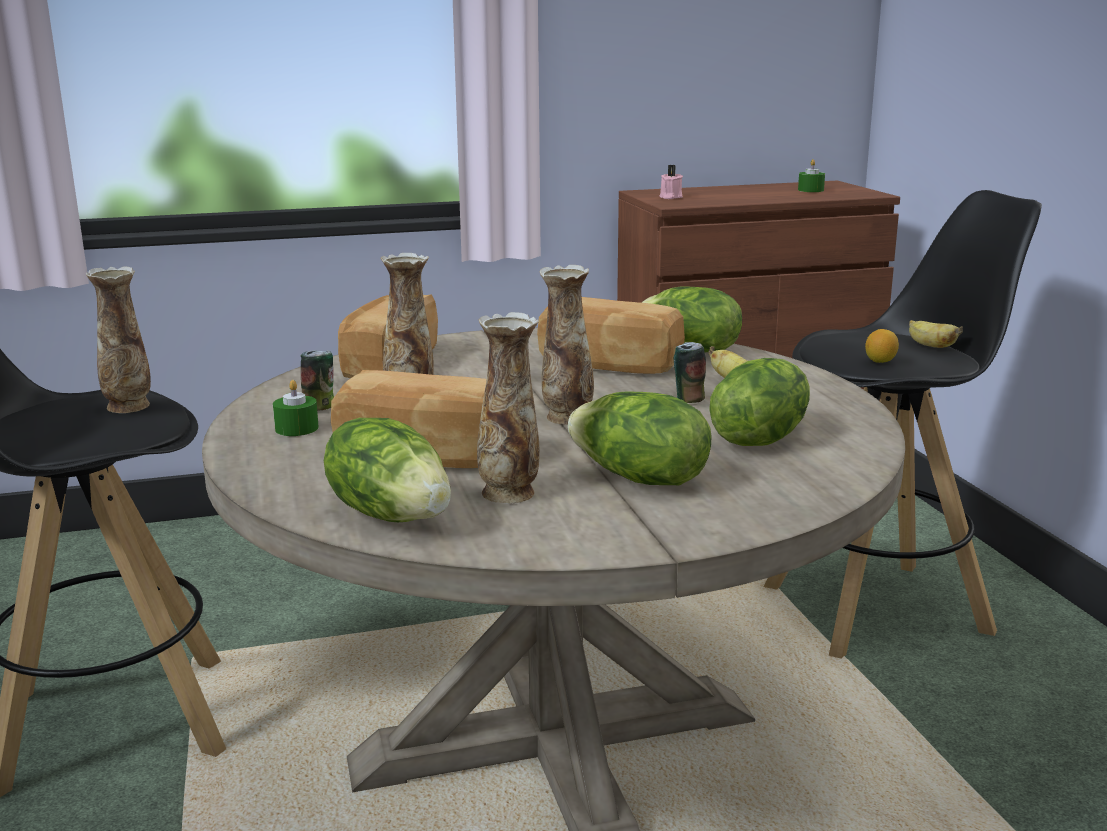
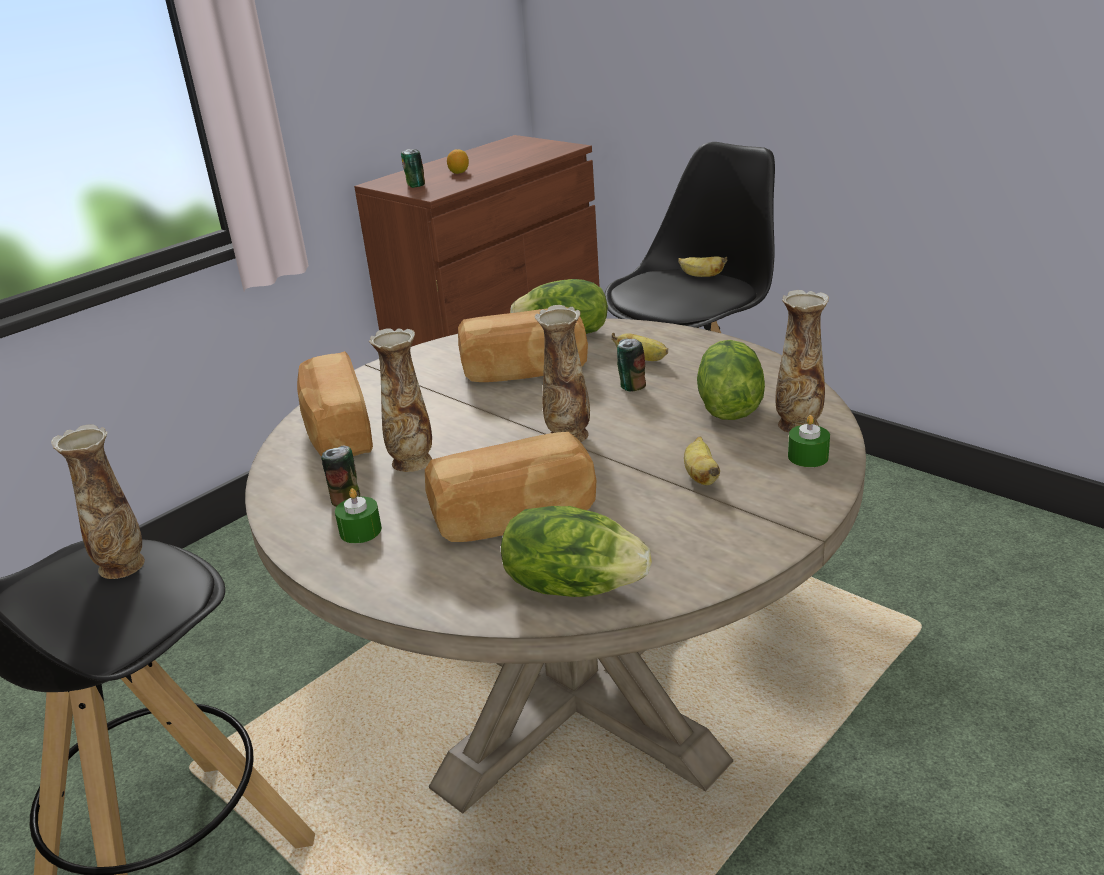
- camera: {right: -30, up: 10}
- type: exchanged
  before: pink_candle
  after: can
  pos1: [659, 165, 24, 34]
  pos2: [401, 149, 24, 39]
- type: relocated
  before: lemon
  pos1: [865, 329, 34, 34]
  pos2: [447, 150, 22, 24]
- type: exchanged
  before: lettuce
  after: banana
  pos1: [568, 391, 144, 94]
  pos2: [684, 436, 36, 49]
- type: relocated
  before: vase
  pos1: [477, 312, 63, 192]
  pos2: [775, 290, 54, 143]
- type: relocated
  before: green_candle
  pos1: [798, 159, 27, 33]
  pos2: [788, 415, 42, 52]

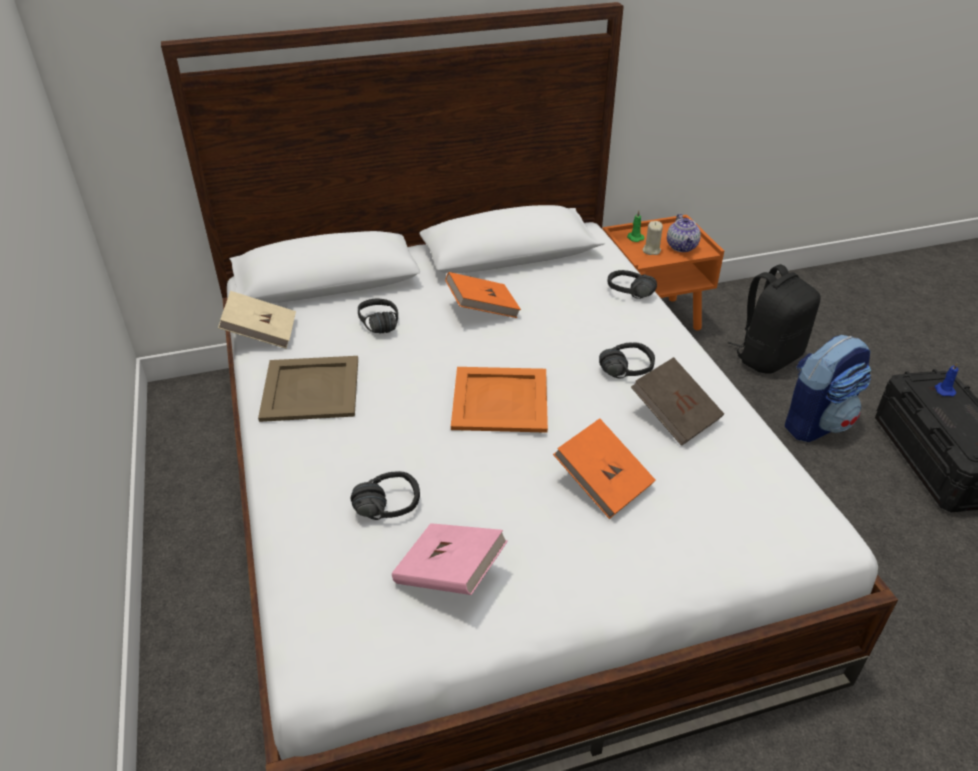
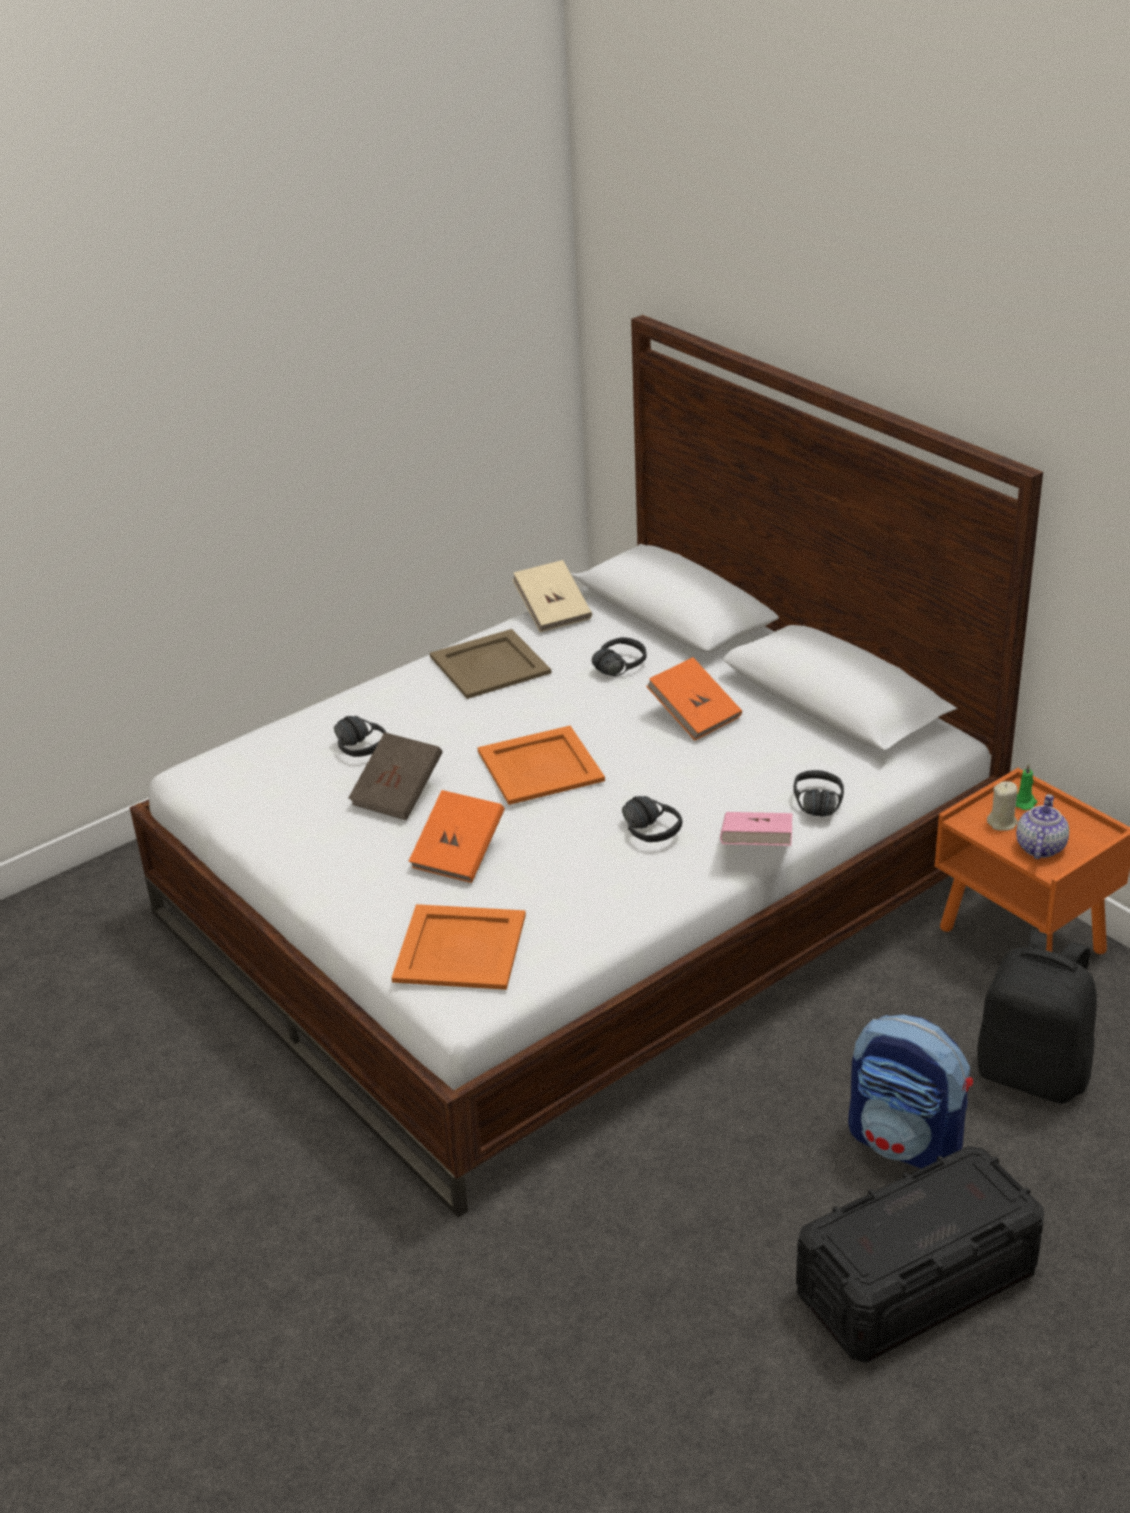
- camera: {right: 70, up: -5}
- type: relocated
  before: brown_book
  pos1: [631, 357, 93, 89]
  pos2: [348, 732, 94, 88]
- type: appeared
  after: orange_tray
  pos2: [391, 904, 135, 86]
- type: relocated
  before: pink_book
  pos1: [392, 523, 116, 72]
  pos2: [720, 812, 73, 34]
- type: spun
  before: teapot
  pos1: [667, 214, 34, 38]
  pos2: [1016, 794, 53, 65]
  turn: 135
- type: missing
  before: blue_candle
  pos1: [935, 362, 23, 34]

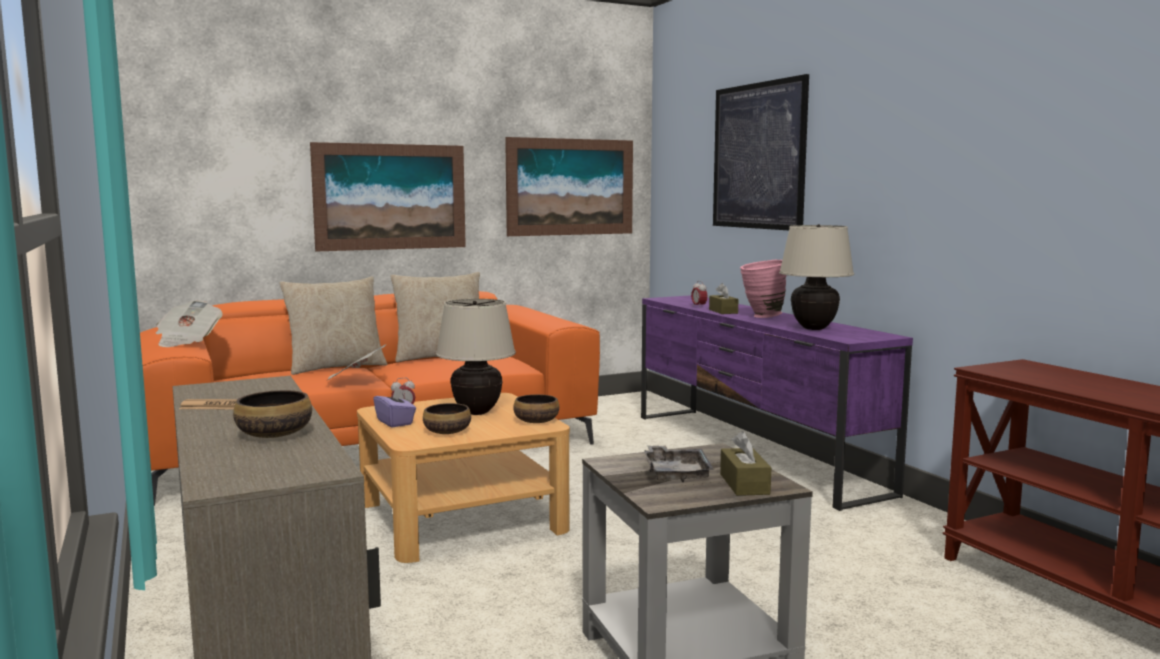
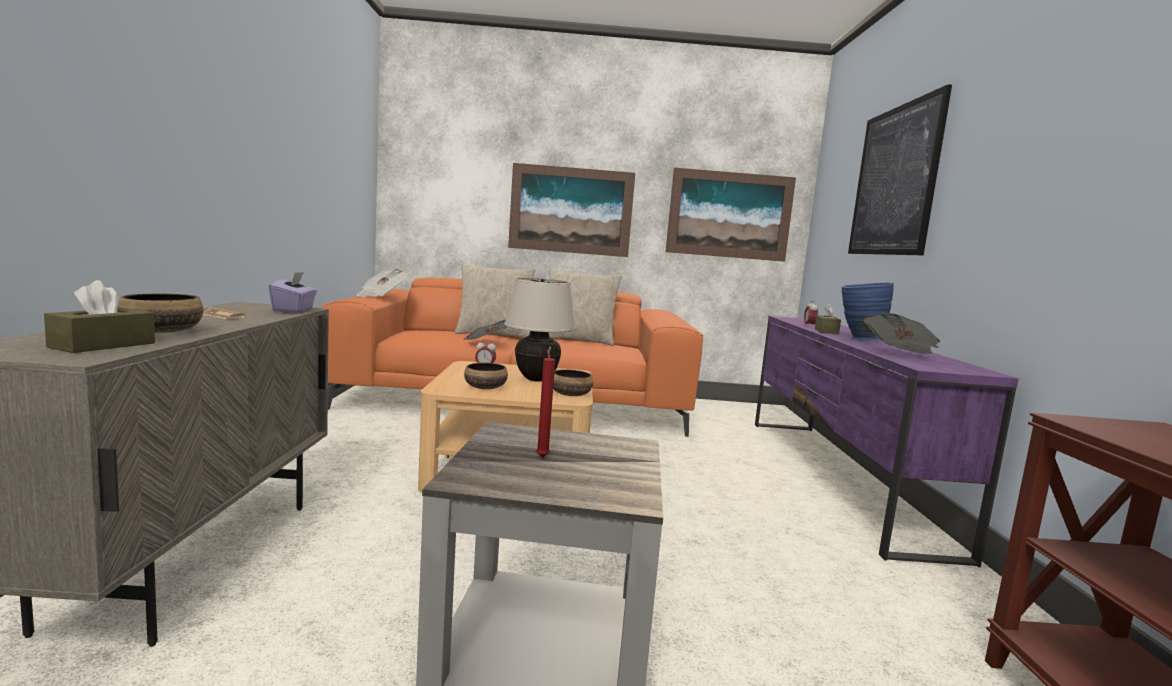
- camera: {right: 25, up: 0}
- type: relocated
  before: brown_tissue_box
  pos1: [720, 431, 51, 65]
  pos2: [44, 280, 111, 73]
- type: relocated
  before: purple_tissue_box
  pos1: [373, 387, 43, 40]
  pos2: [268, 272, 49, 41]
- type: exchanged
  before: grey_tray
  after: red_candle
  pos1: [644, 445, 70, 37]
  pos2: [536, 346, 19, 112]
- type: colour
  before: pink_vase
  after: blue_vase
  pos1: [740, 260, 46, 58]
  pos2: [841, 283, 53, 57]
- type: exchanged
  before: beige_table_lamp
  after: newspaper
  pos1: [779, 224, 75, 106]
  pos2: [863, 313, 77, 41]

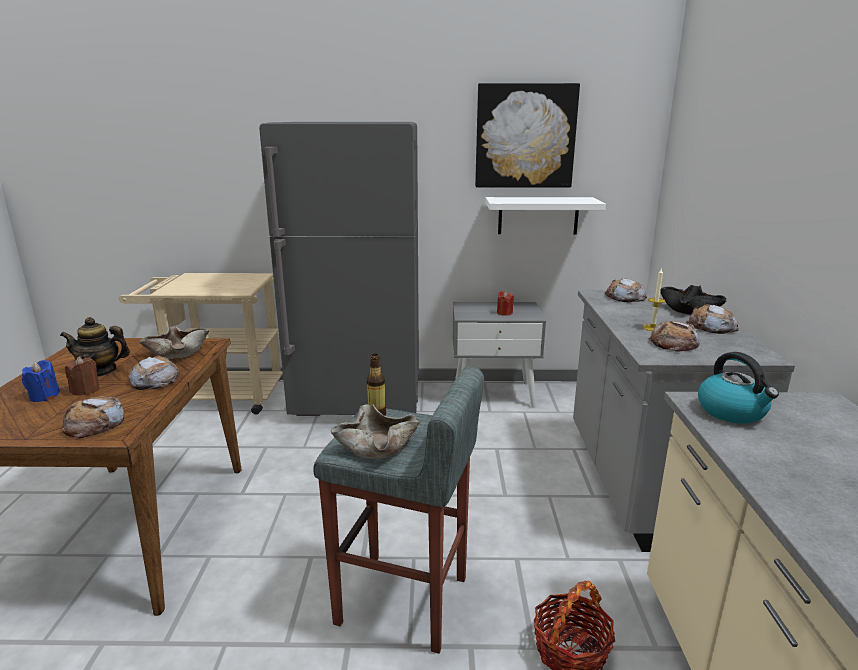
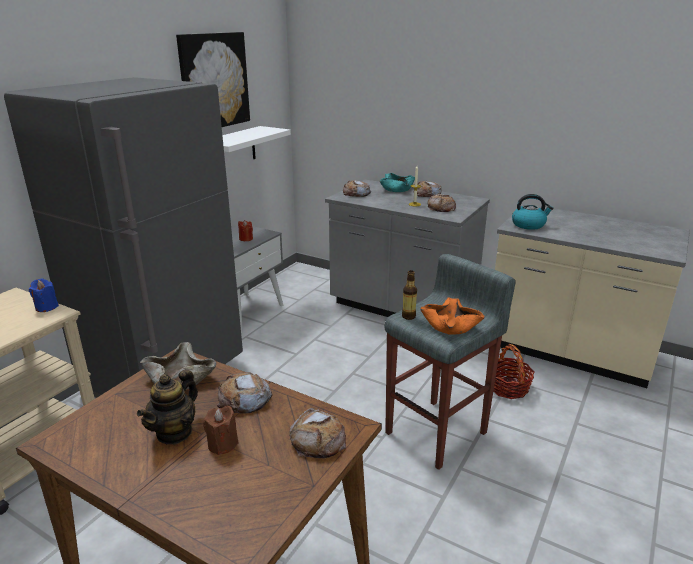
- camera: {right: -60, up: 5}
- type: relocated
  before: blue_candle
  pos1: [22, 360, 38, 42]
  pos2: [29, 279, 30, 33]
- type: colour
  before: black_bowl
  after: turquoise_bowl
  pos1: [660, 285, 67, 29]
  pos2: [380, 173, 35, 19]
- type: colour
  before: beige_bowl
  after: orange_bowl
  pos1: [331, 404, 89, 55]
  pos2: [420, 297, 65, 38]

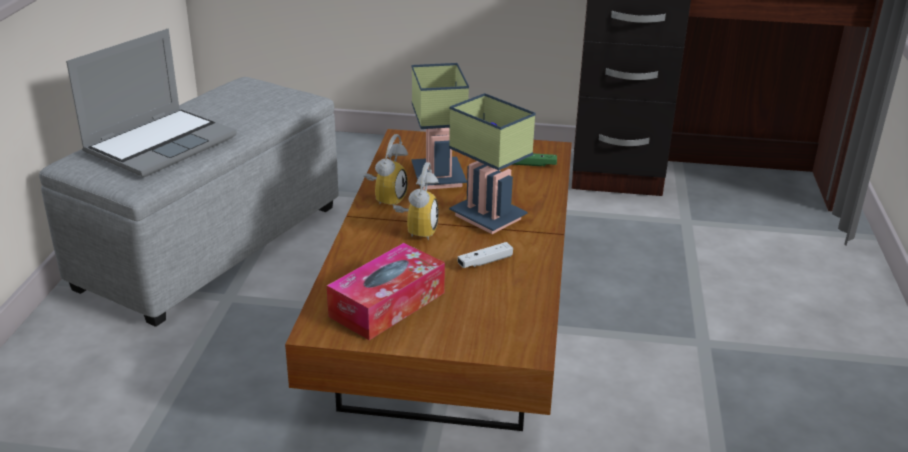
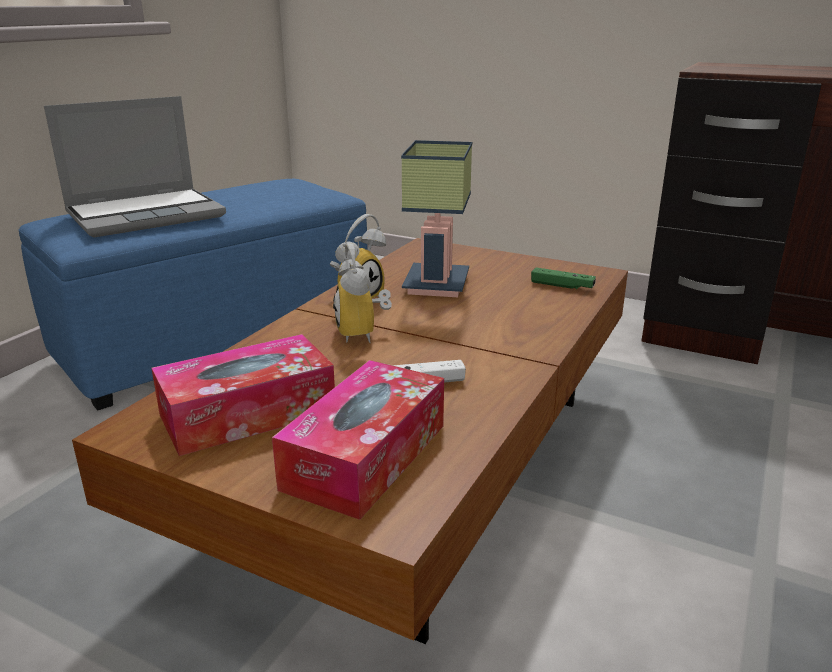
- camera: {right: 20, up: -5}
- type: colour
  before: grey_ottoman
  after: blue_ottoman
  pos1: [39, 77, 300, 250]
  pos2: [19, 179, 349, 231]
- type: appeared
  after: tissue_box
  pos2: [272, 360, 172, 160]
- type: spun
  before: alarm_clock
  pos1: [393, 162, 46, 79]
  pos2: [333, 243, 59, 100]
  turn: 135
- type: missing
  before: table_lamp
  pos1: [449, 93, 87, 141]

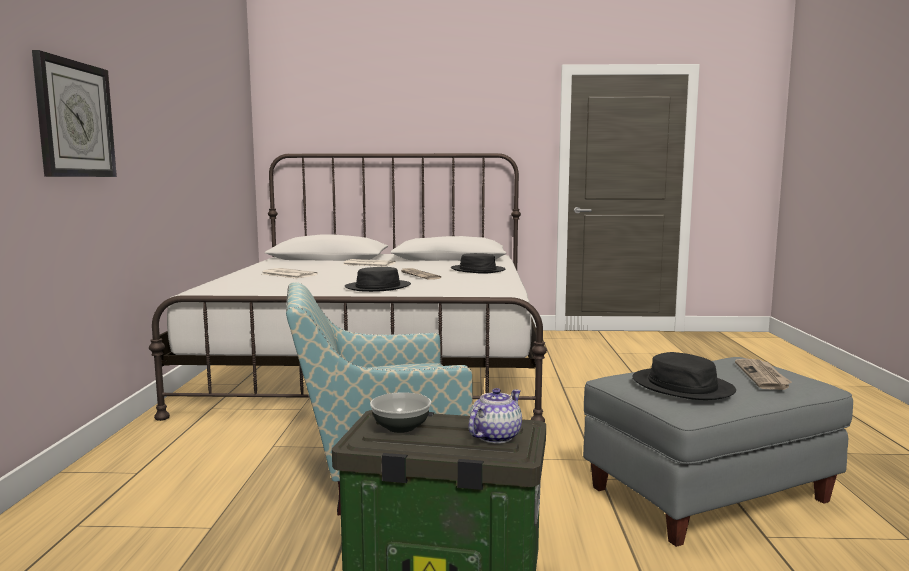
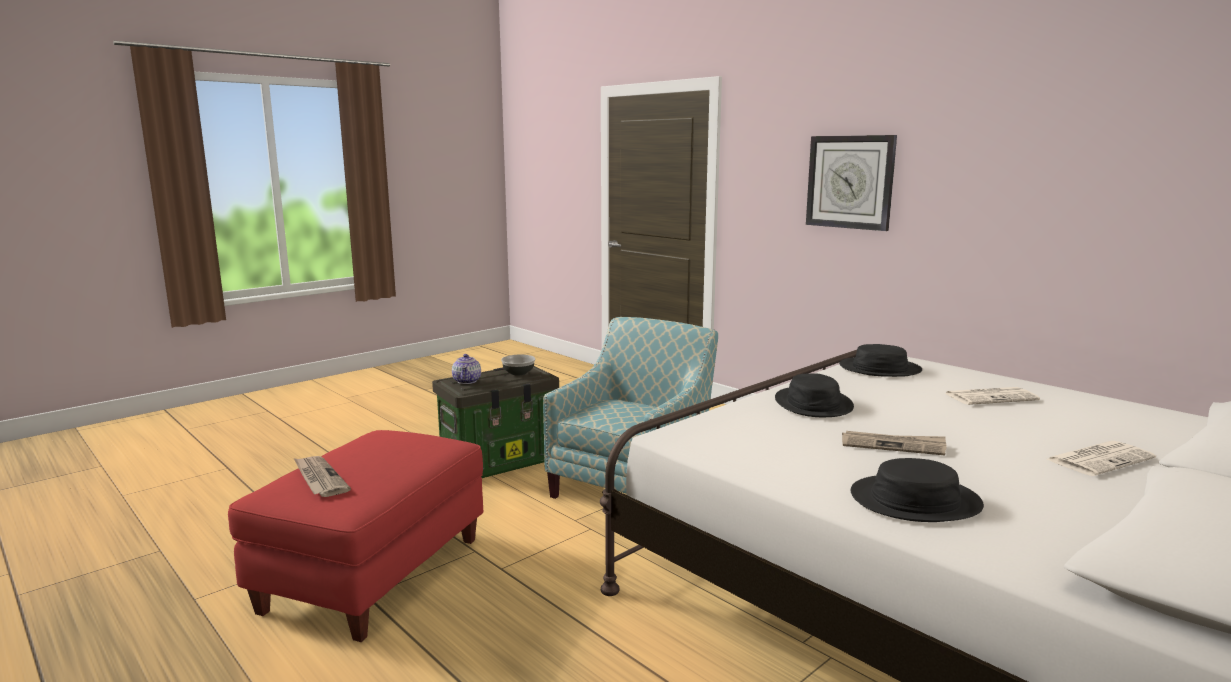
- camera: {right: 135, up: 5}
- type: colour
  before: grey_ottoman
  after: red_ottoman
  pos1: [583, 357, 270, 190]
  pos2: [228, 430, 255, 212]
- type: relocated
  before: black_hat
  pos1: [632, 352, 104, 48]
  pos2: [839, 344, 83, 33]

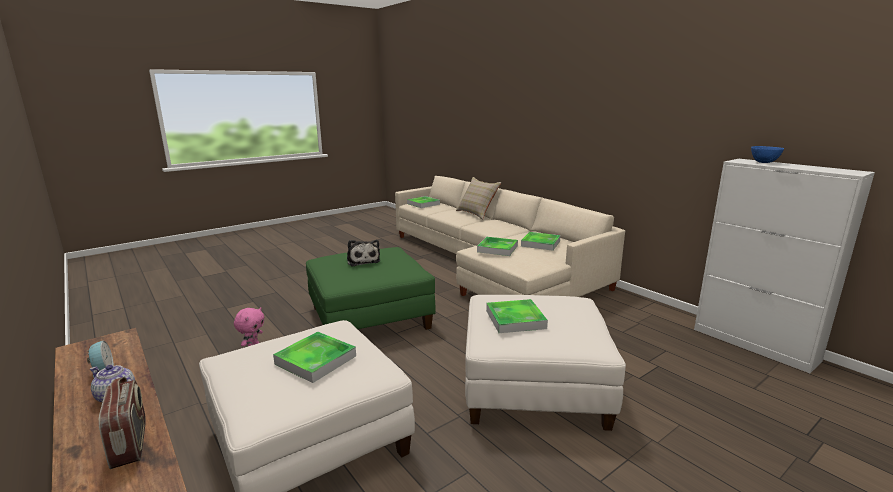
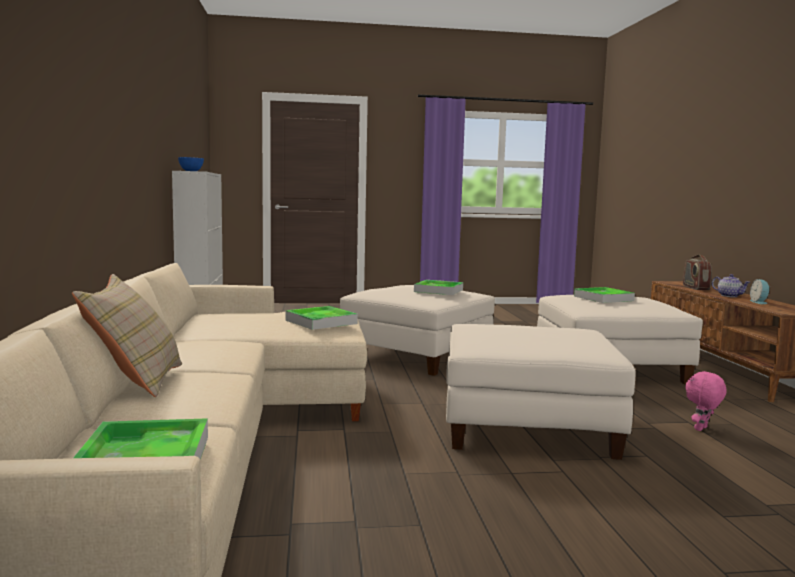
- camera: {right: -150, up: -10}
- type: colour
  before: green_ottoman
  after: white_ottoman
  pos1: [306, 247, 130, 83]
  pos2: [446, 324, 190, 136]
- type: missing
  before: plush_toy
  pos1: [347, 240, 33, 27]
- type: missing
  before: tray
  pos1: [521, 232, 40, 19]

